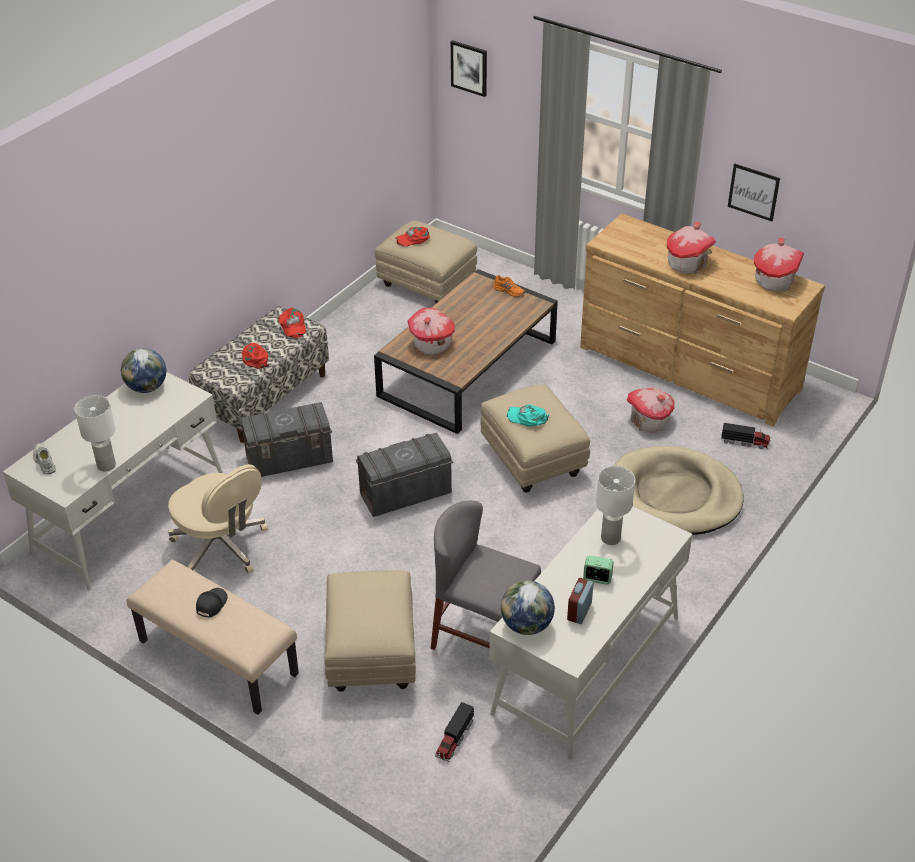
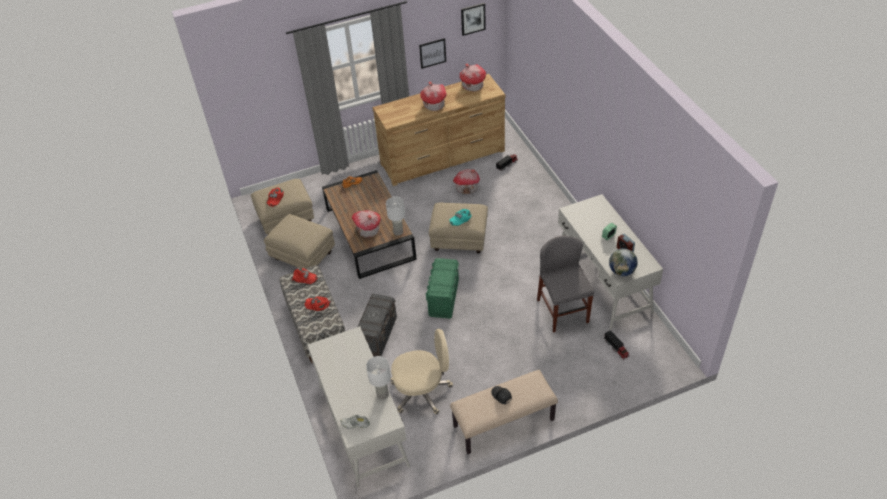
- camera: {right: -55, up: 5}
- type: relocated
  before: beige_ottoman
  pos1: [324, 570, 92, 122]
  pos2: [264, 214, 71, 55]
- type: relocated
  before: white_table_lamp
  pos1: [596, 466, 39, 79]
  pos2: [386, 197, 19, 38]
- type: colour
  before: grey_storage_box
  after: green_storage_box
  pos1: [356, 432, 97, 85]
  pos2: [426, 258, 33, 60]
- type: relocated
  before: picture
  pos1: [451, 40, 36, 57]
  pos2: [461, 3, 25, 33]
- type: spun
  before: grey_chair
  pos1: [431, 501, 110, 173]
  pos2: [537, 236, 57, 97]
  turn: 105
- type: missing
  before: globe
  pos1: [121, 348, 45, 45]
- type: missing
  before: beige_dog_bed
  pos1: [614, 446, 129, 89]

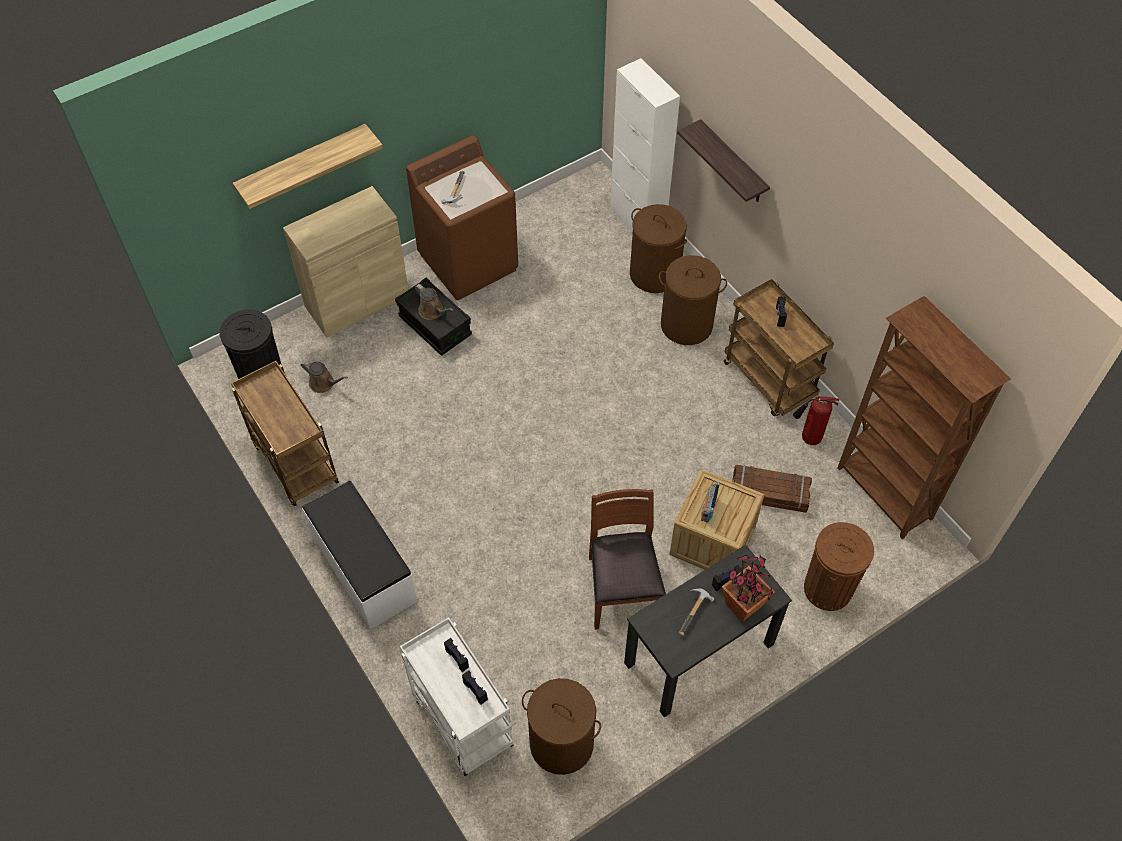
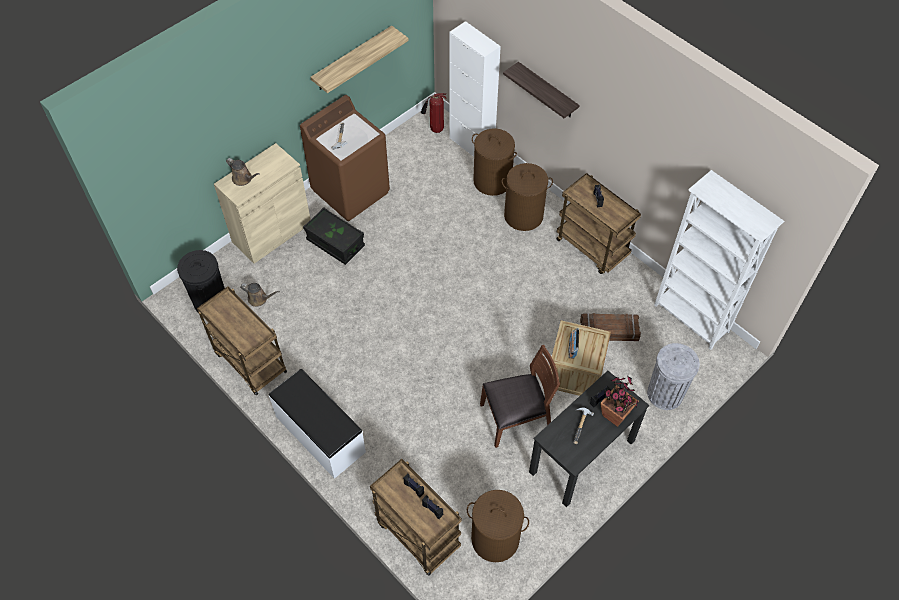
- camera: {right: -10, up: 0}
- type: relocated
  before: brown_watering_can
  pos1: [415, 284, 38, 36]
  pos2: [226, 158, 34, 28]
- type: relocated
  before: shelf
  pos1: [233, 124, 150, 85]
  pos2: [311, 26, 98, 67]
- type: colour
  before: white_cart
  after: brown_cart
  pos1: [400, 617, 113, 159]
  pos2: [370, 459, 92, 117]
- type: relocated
  before: fire_extinguisher
  pos1: [793, 396, 46, 49]
  pos2: [421, 93, 25, 40]
- type: spun
  before: brown_chair
  pos1: [589, 489, 77, 141]
  pos2: [480, 345, 80, 103]
  turn: 90
- type: colour
  before: brown_trash_can
  after: grey_trash_can
  pos1: [804, 522, 70, 89]
  pos2: [647, 343, 53, 67]
- type: colour
  before: brown_bookcase
  after: white_bookcase
  pos1: [837, 296, 174, 243]
  pos2: [654, 170, 130, 180]

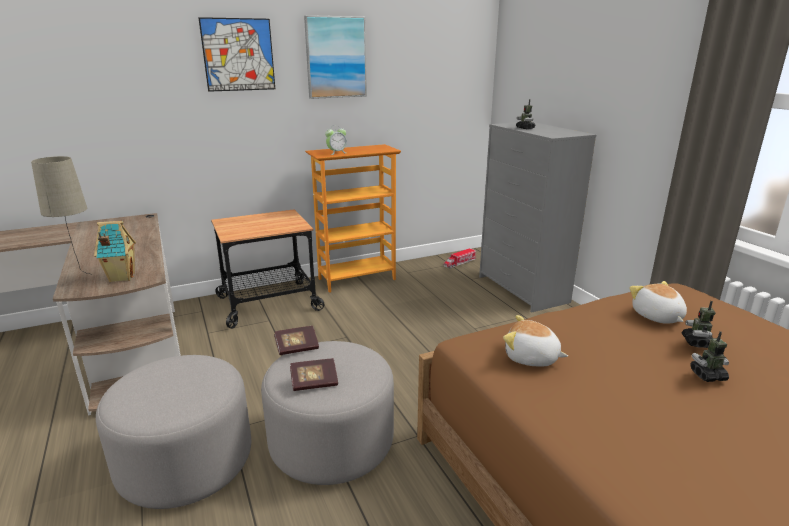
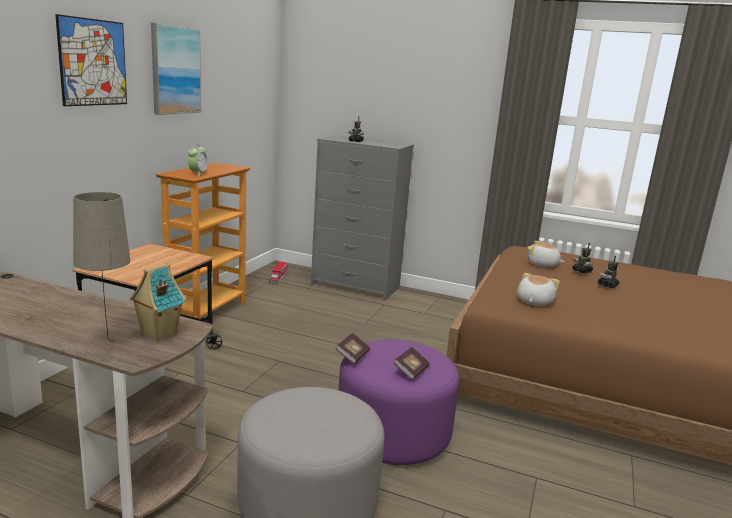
- camera: {right: -45, up: -5}
- type: colour
  before: grey_ottoman
  after: purple_ottoman
  pos1: [261, 341, 133, 144]
  pos2: [339, 340, 120, 125]
- type: spun
  before: plush_toy
  pos1: [503, 315, 65, 51]
  pos2: [517, 273, 43, 33]
  turn: 135

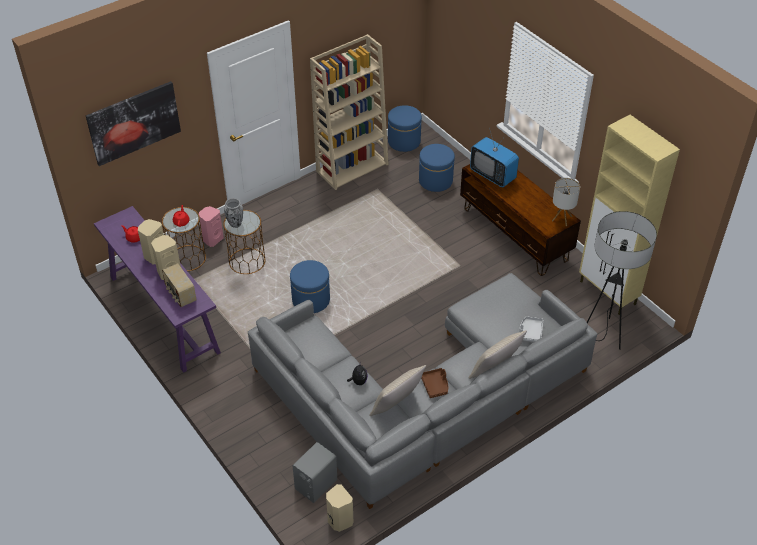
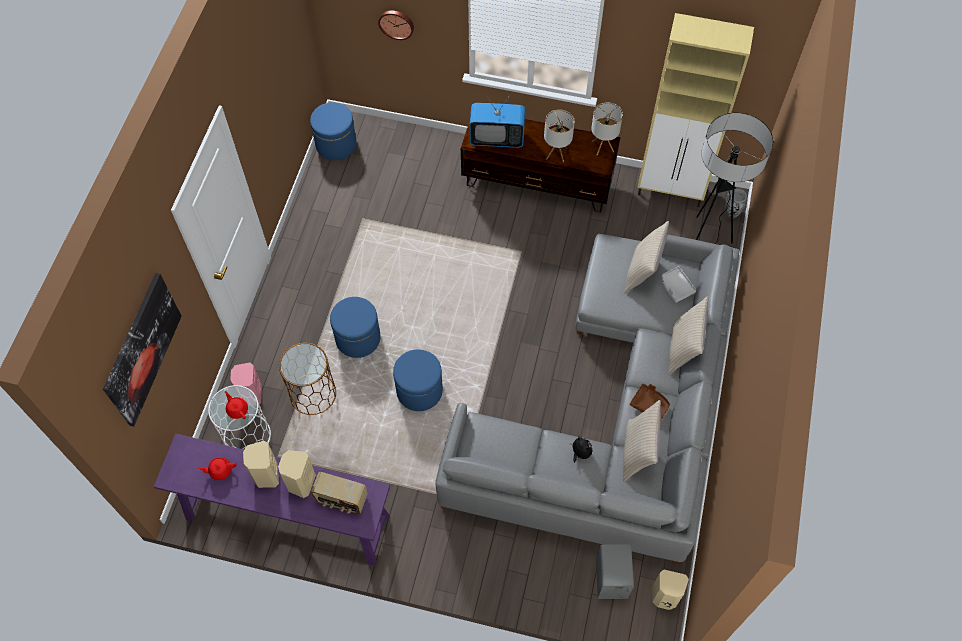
- camera: {right: -40, up: 15}
- type: colour
  before: brown_side_table
  after: white_side_table
  pos1: [162, 207, 44, 64]
  pos2: [208, 385, 63, 64]
- type: relocated
  before: blue_ottoman
  pos1: [419, 144, 36, 48]
  pos2: [330, 297, 50, 61]
- type: appeared
  after: wall_clock
  pos2: [378, 10, 36, 30]
- type: appeared
  after: table_lamp
  pos2: [544, 109, 31, 54]
- type: appeared
  after: beige_pillow
  pos2: [624, 221, 45, 73]
- type: relocated
  before: vase
  pos1: [224, 198, 19, 30]
  pos2: [724, 188, 23, 30]
- type: missing
  before: beige_bookcase
  pos1: [310, 34, 79, 156]

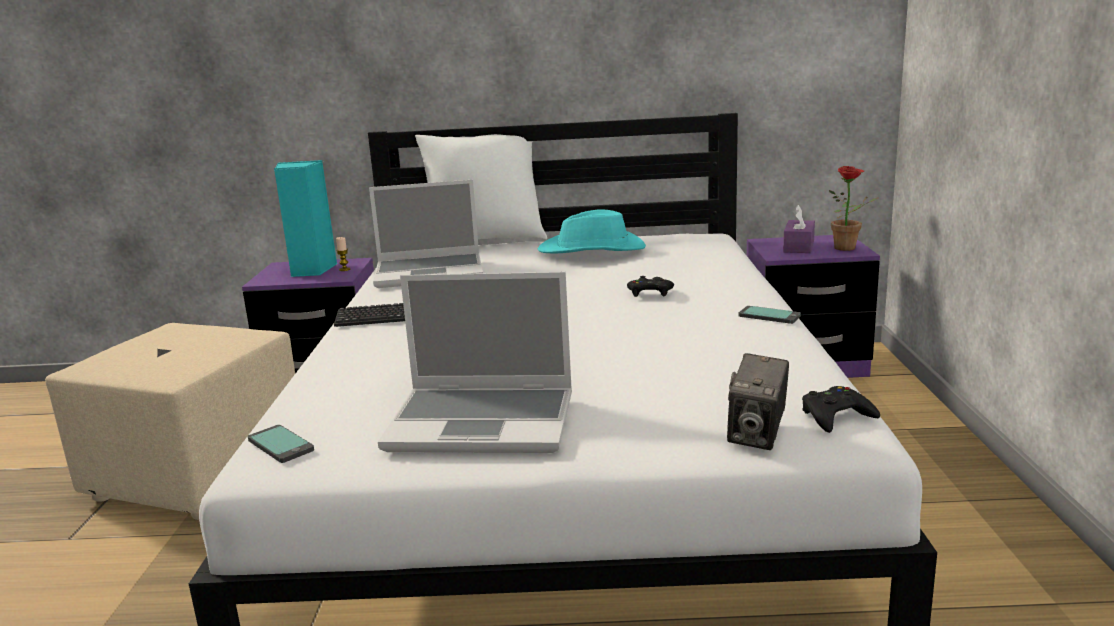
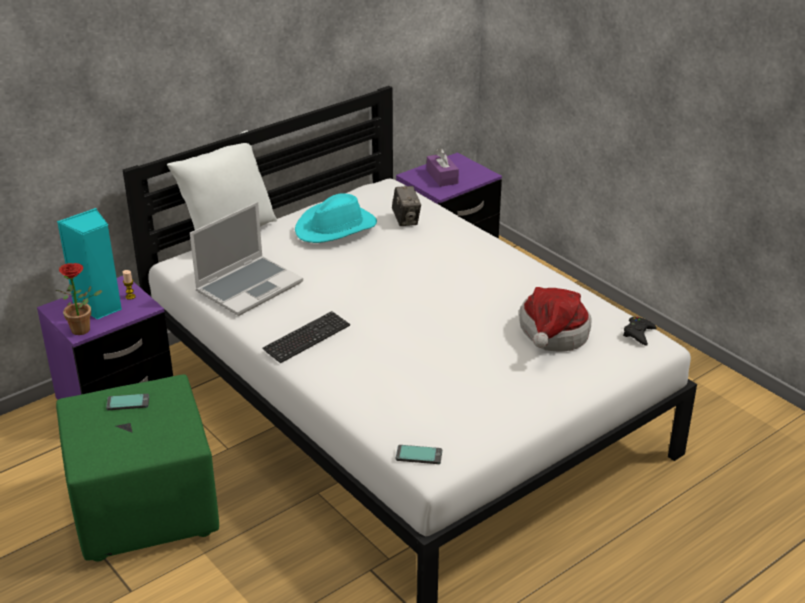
- camera: {right: -40, up: 15}
- type: relocated
  before: potted_plant
  pos1: [829, 166, 49, 85]
  pos2: [56, 263, 47, 72]
- type: colour
  before: beige_ottoman
  after: green_ottoman
  pos1: [45, 323, 250, 197]
  pos2: [56, 374, 163, 187]
- type: relocated
  before: phone
  pos1: [738, 306, 63, 18]
  pos2: [106, 394, 43, 16]
- type: relocated
  before: photo_camera
  pos1: [727, 353, 62, 97]
  pos2: [392, 186, 29, 40]
- type: appeared
  after: hat
  pos2: [519, 287, 72, 64]
- type: missing
  before: laptop
  pos1: [378, 272, 194, 181]
- type: missing
  before: black_game_controller
  pos1: [627, 276, 47, 21]

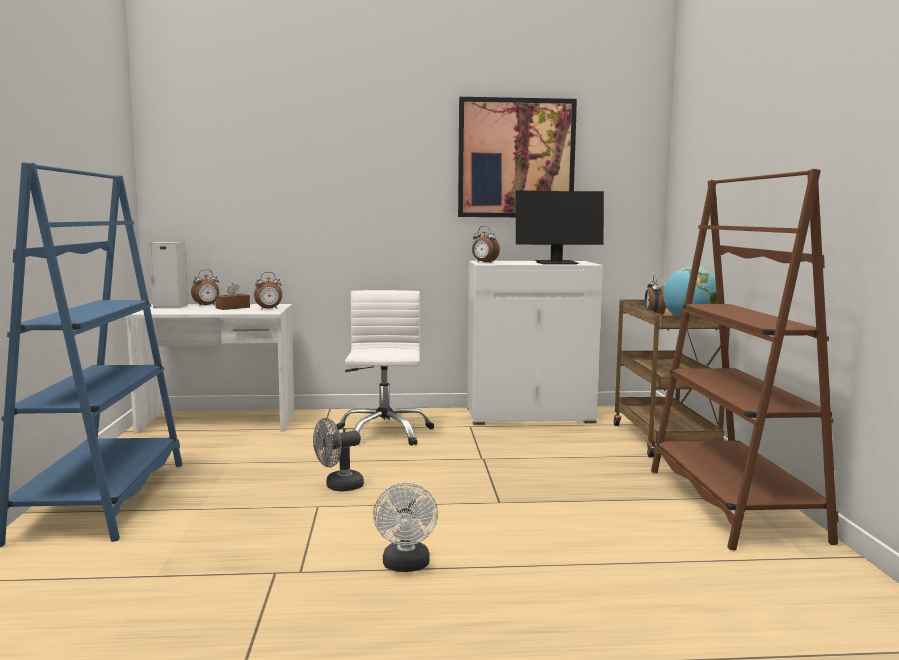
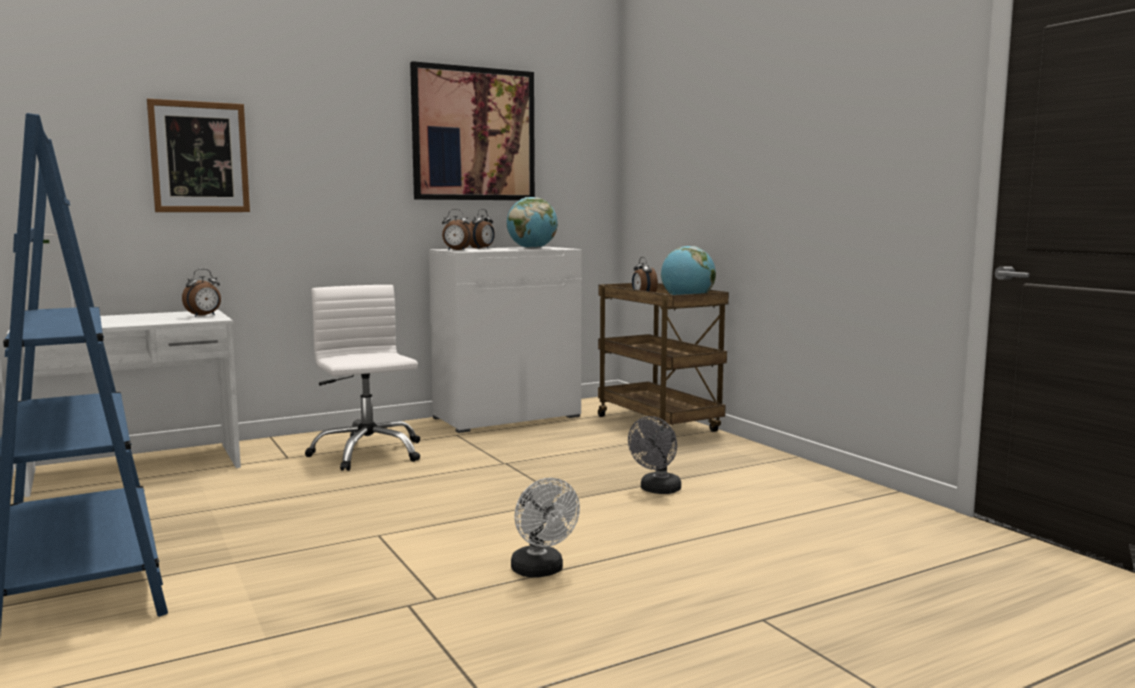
- camera: {right: -25, up: 0}
- type: appeared
  after: picture
  pos2: [147, 99, 103, 113]
- type: relocated
  before: alarm_clock
  pos1: [191, 270, 28, 36]
  pos2: [469, 209, 26, 40]
- type: exchanged
  before: monitor
  after: globe
  pos1: [516, 190, 88, 74]
  pos2: [507, 197, 51, 52]
- type: relocated
  before: grey_fan
  pos1: [313, 418, 51, 73]
  pos2: [628, 416, 53, 78]
- type: missing
  before: brown_tissue_box
  pos1: [215, 283, 35, 27]
- type: missing
  before: brown_bookcase
  pos1: [651, 169, 188, 381]

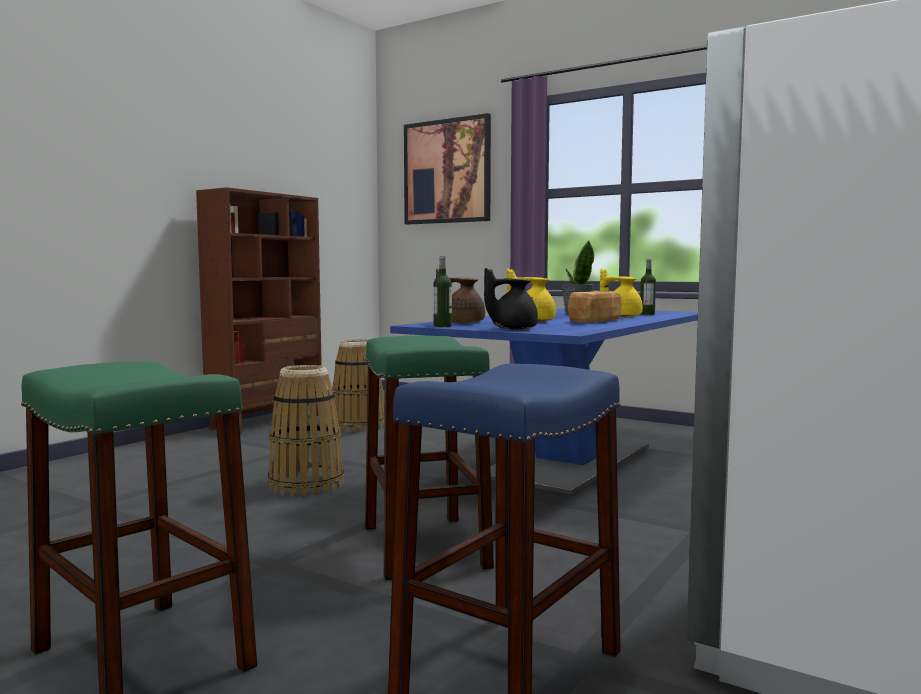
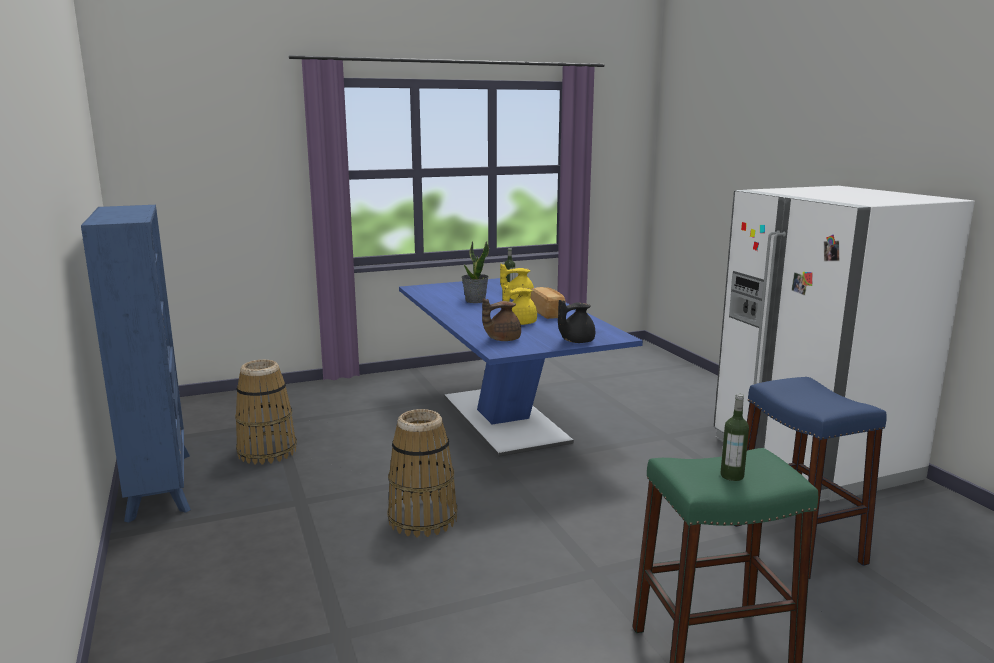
- camera: {right: -55, up: 10}
- type: colour
  before: brown_bookcase
  after: blue_bookcase
  pos1: [196, 187, 126, 248]
  pos2: [81, 205, 110, 318]
- type: spun
  before: black_teapot
  pos1: [484, 268, 54, 62]
  pos2: [558, 300, 37, 43]
  turn: 45
- type: relocated
  before: bottle
  pos1: [433, 256, 19, 71]
  pos2: [721, 394, 28, 87]
- type: missing
  before: green_stool
  pos1: [365, 335, 129, 245]
- type: missing
  before: picture
  pos1: [404, 113, 87, 112]

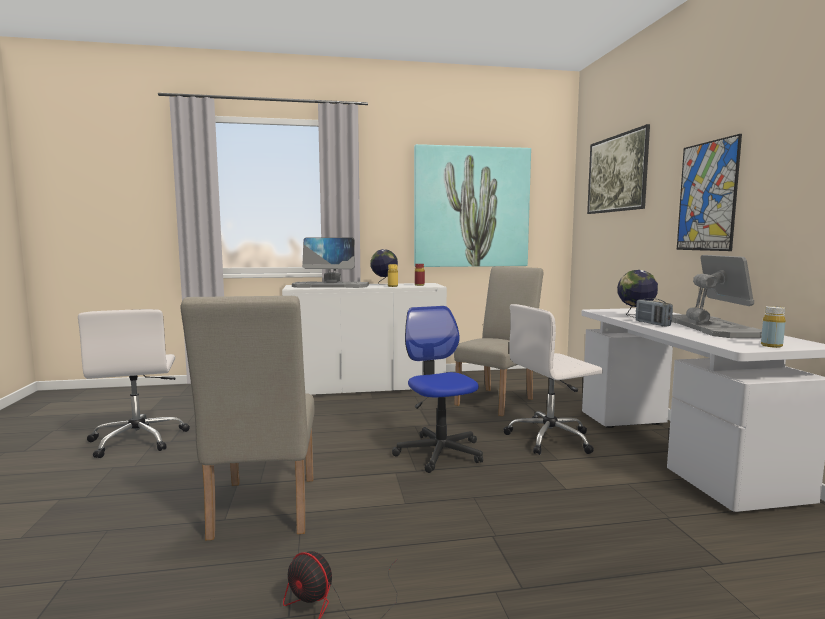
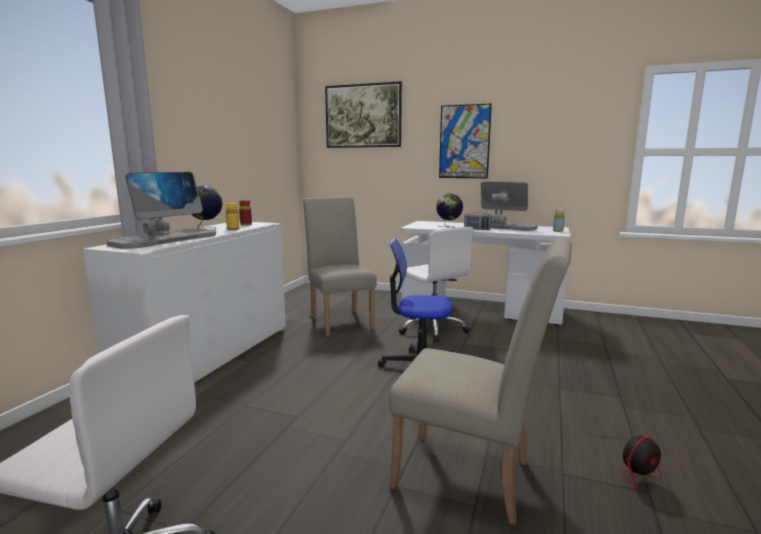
- camera: {right: -60, up: 5}
- type: spun
  before: white_office_chair
  pos1: [504, 304, 99, 151]
  pos2: [398, 227, 75, 115]
  turn: -45
- type: missing
  before: picture
  pos1: [414, 144, 117, 123]

